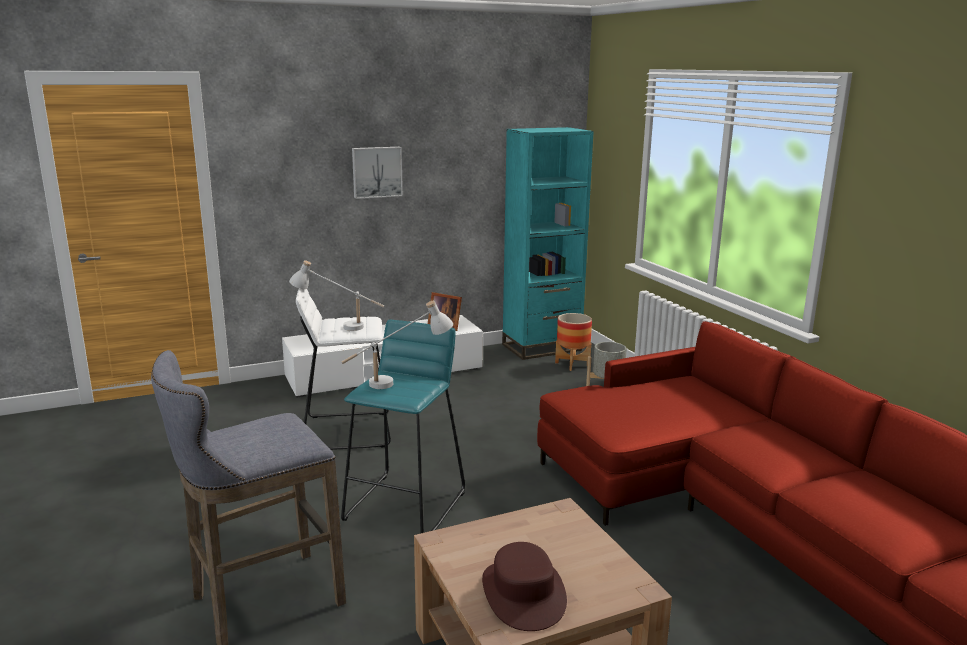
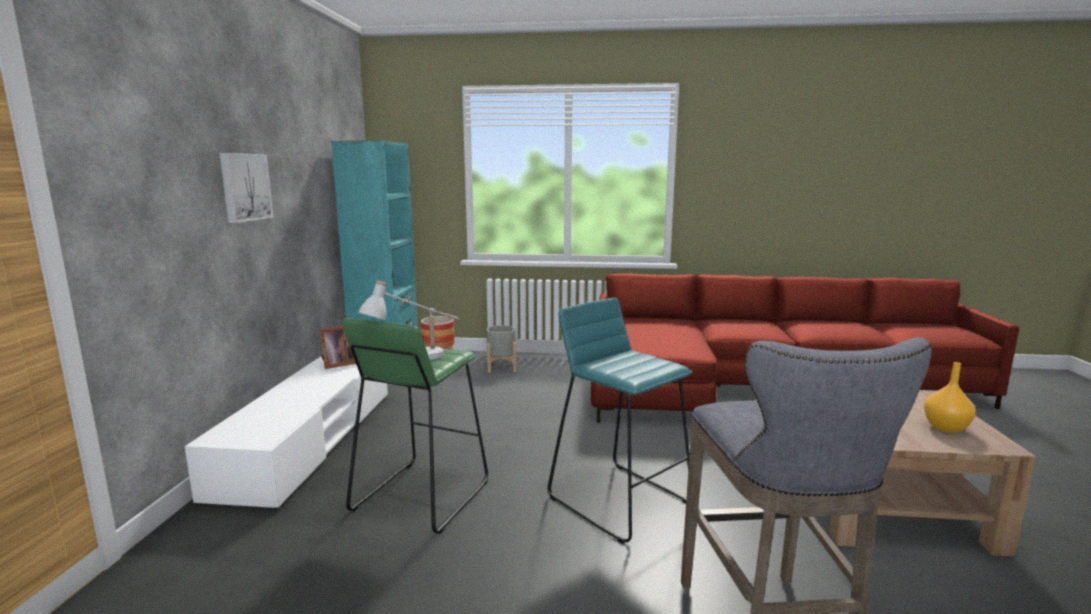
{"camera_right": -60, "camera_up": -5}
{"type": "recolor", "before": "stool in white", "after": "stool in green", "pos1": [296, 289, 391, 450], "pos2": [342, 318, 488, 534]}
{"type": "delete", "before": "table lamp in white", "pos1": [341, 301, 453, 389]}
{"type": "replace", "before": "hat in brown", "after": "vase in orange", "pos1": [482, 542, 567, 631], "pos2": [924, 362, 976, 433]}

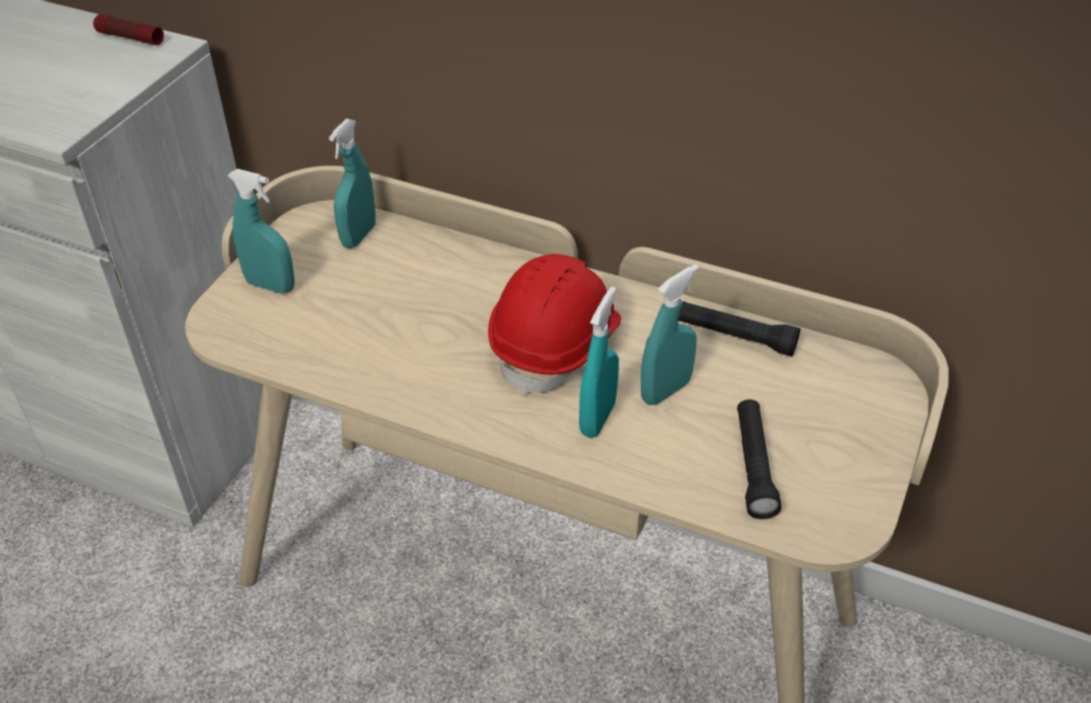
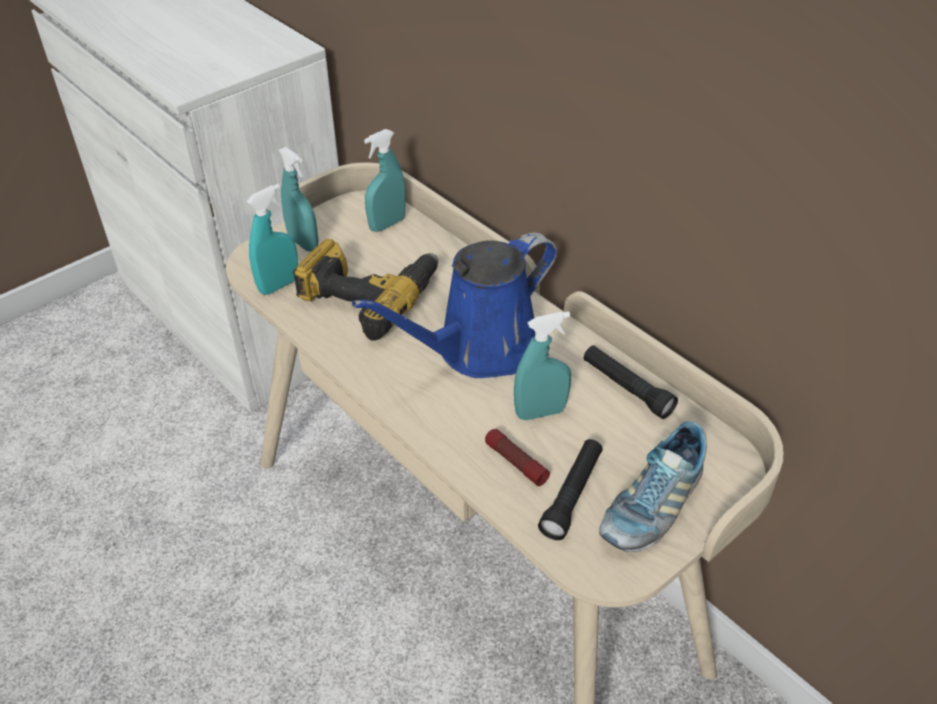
{"camera_right": 25, "camera_up": 0}
{"type": "move", "before": "flashlight", "pos1": [93, 14, 164, 45], "pos2": [485, 429, 550, 486]}
{"type": "replace", "before": "hard hat in red", "after": "watering can in blue", "pos1": [488, 254, 621, 397], "pos2": [352, 233, 557, 378]}
{"type": "move", "before": "spray bottle in turquoise", "pos1": [579, 287, 619, 438], "pos2": [247, 184, 298, 295]}
{"type": "insert", "after": "power drill", "pos2": [293, 238, 438, 341]}
{"type": "insert", "after": "shoe", "pos2": [599, 421, 707, 552]}

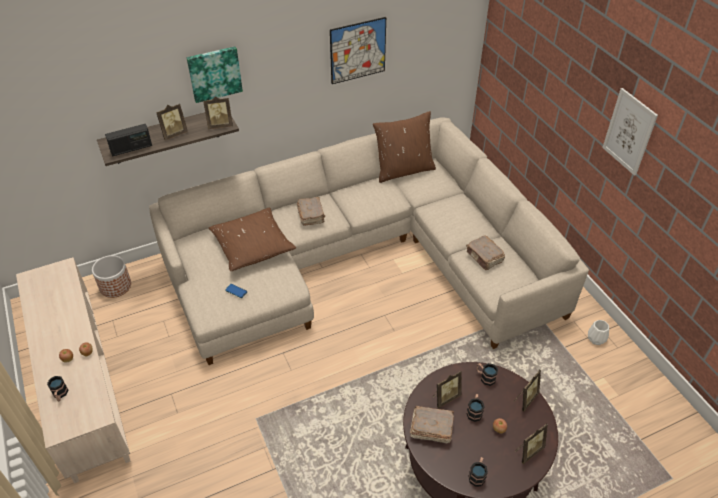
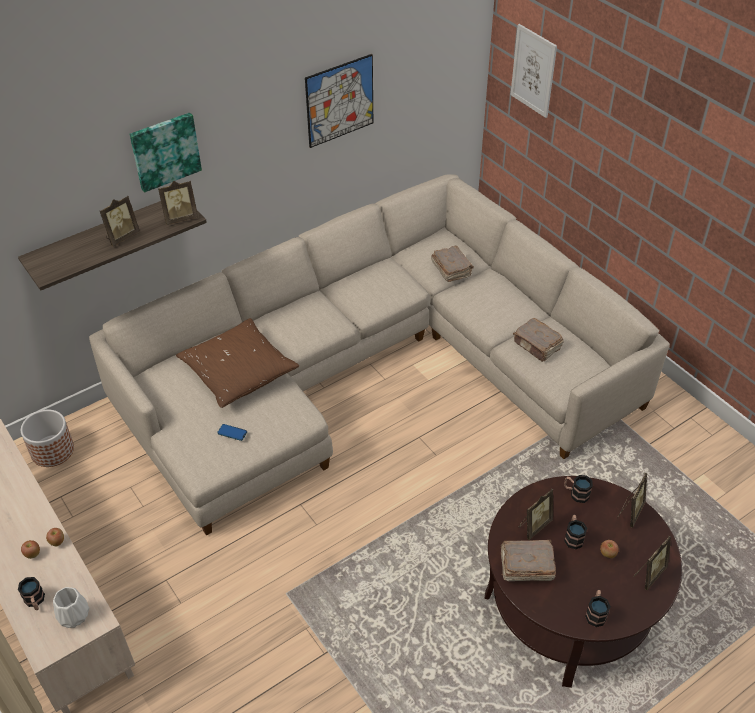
{"camera_right": -10, "camera_up": 0}
{"type": "move", "before": "picture", "pos1": [602, 88, 658, 176], "pos2": [511, 24, 557, 118]}
{"type": "delete", "before": "pillow in brown", "pos1": [373, 111, 436, 183]}
{"type": "delete", "before": "radio", "pos1": [105, 124, 152, 157]}
{"type": "move", "before": "book in brown", "pos1": [297, 197, 325, 226], "pos2": [431, 246, 474, 282]}
{"type": "move", "before": "vase in white", "pos1": [588, 320, 609, 345], "pos2": [53, 587, 89, 628]}

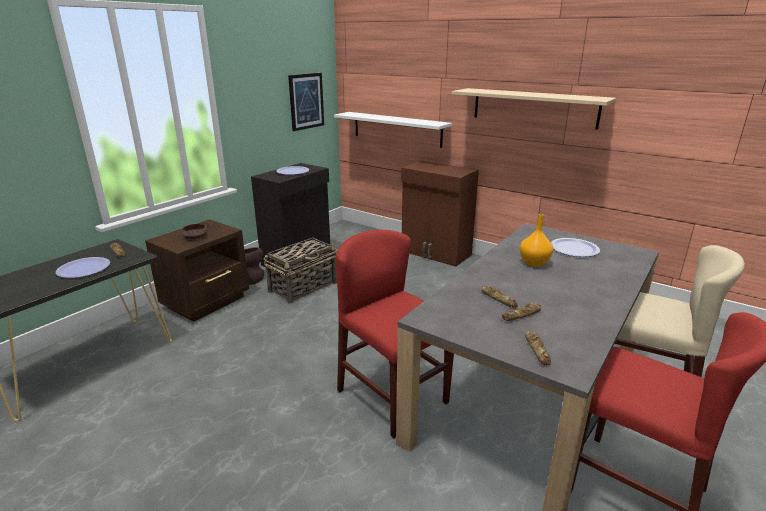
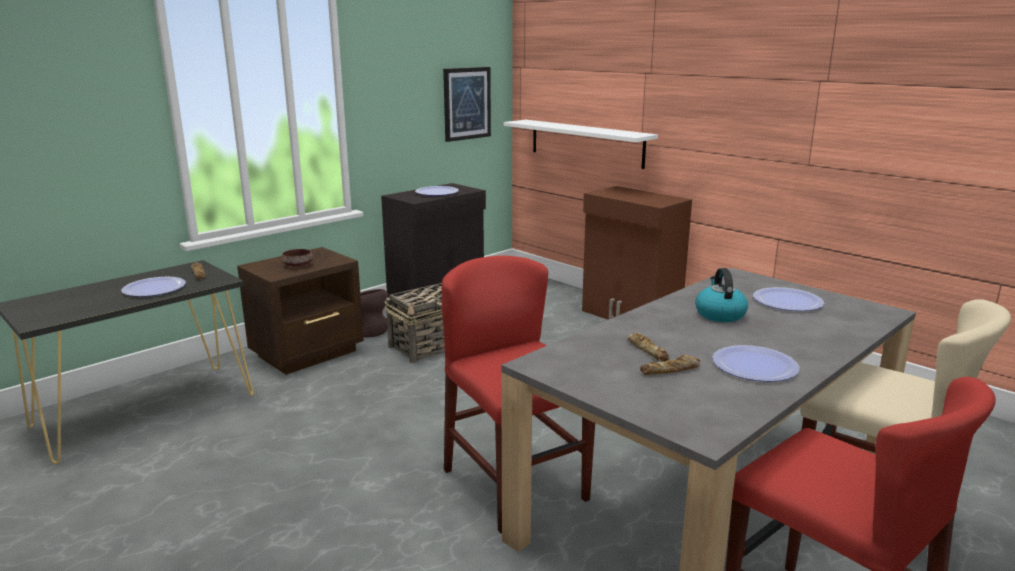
{"camera_right": 10, "camera_up": -5}
{"type": "delete", "before": "shelf in beige", "pos1": [451, 88, 617, 130]}
{"type": "replace", "before": "vase in orange", "after": "kettle", "pos1": [520, 214, 553, 267], "pos2": [695, 268, 748, 322]}
{"type": "delete", "before": "bread", "pos1": [525, 330, 551, 365]}
{"type": "insert", "after": "plate", "pos2": [712, 345, 799, 382]}

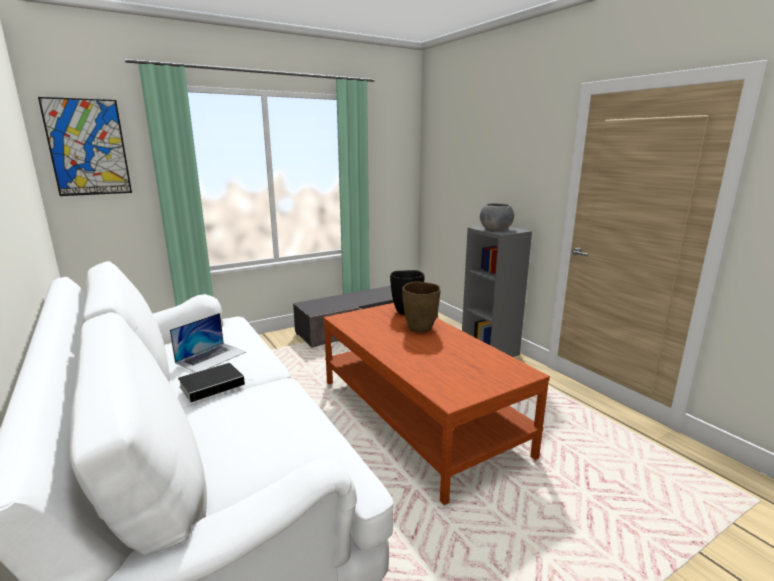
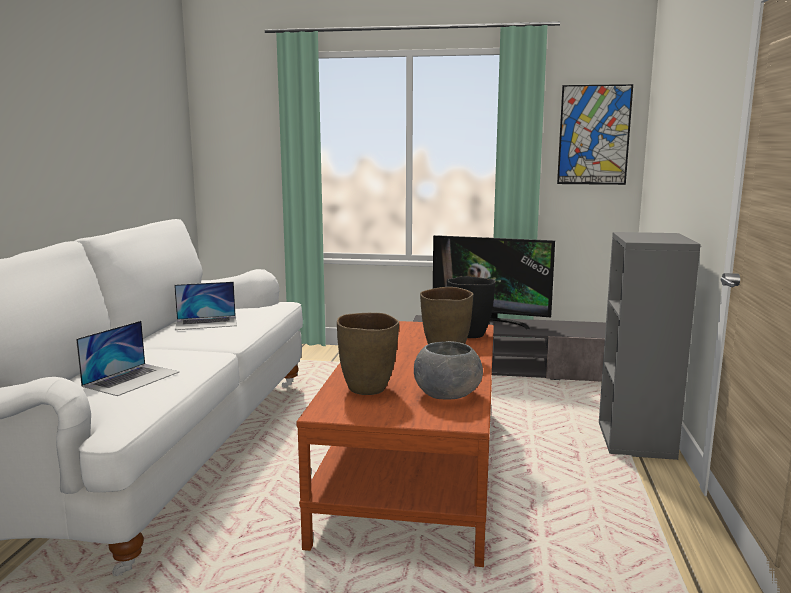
{"camera_right": 40, "camera_up": -5}
{"type": "move", "before": "picture", "pos1": [38, 97, 132, 196], "pos2": [557, 84, 633, 185]}
{"type": "move", "before": "bowl in grey", "pos1": [480, 203, 514, 231], "pos2": [414, 341, 483, 399]}
{"type": "delete", "before": "book", "pos1": [178, 363, 253, 402]}
{"type": "insert", "after": "television", "pos2": [433, 235, 555, 330]}
{"type": "insert", "after": "vase in brown", "pos2": [337, 313, 399, 395]}
{"type": "insert", "after": "laptop", "pos2": [76, 321, 180, 396]}

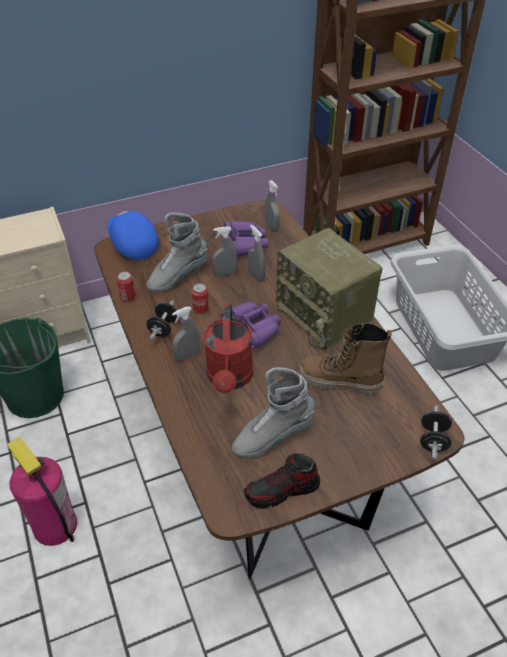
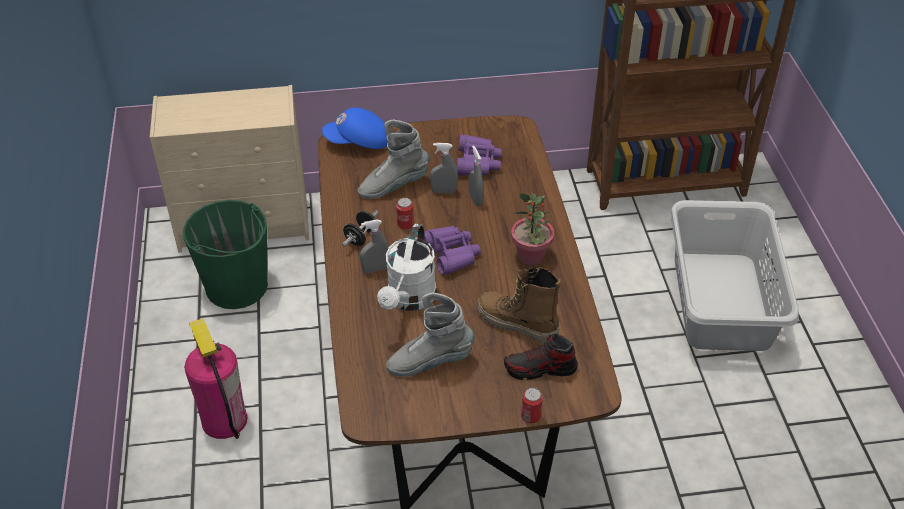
{"camera_right": 15, "camera_up": 0}
{"type": "delete", "before": "spray bottle in grey", "pos1": [265, 180, 280, 232]}
{"type": "rotate", "before": "cap in blue", "pos1": [107, 211, 159, 260], "pos2": [322, 108, 388, 149], "turn": -75}
{"type": "replace", "before": "radio", "after": "potted plant", "pos1": [276, 228, 382, 351], "pos2": [511, 193, 554, 265]}
{"type": "move", "before": "can", "pos1": [117, 272, 136, 302], "pos2": [521, 388, 543, 423]}
{"type": "recolor", "before": "watering can in red", "after": "watering can in white", "pos1": [204, 304, 253, 394], "pos2": [377, 224, 437, 311]}
{"type": "delete", "before": "dumbbell in black", "pos1": [420, 405, 452, 459]}
{"type": "move", "before": "shoe", "pos1": [244, 453, 320, 509], "pos2": [504, 334, 578, 380]}

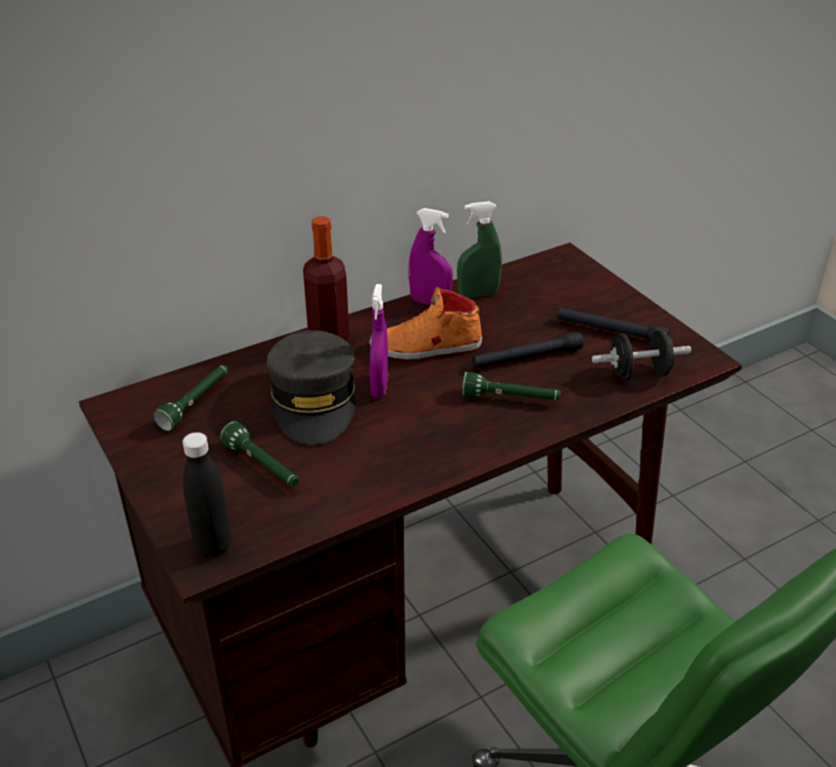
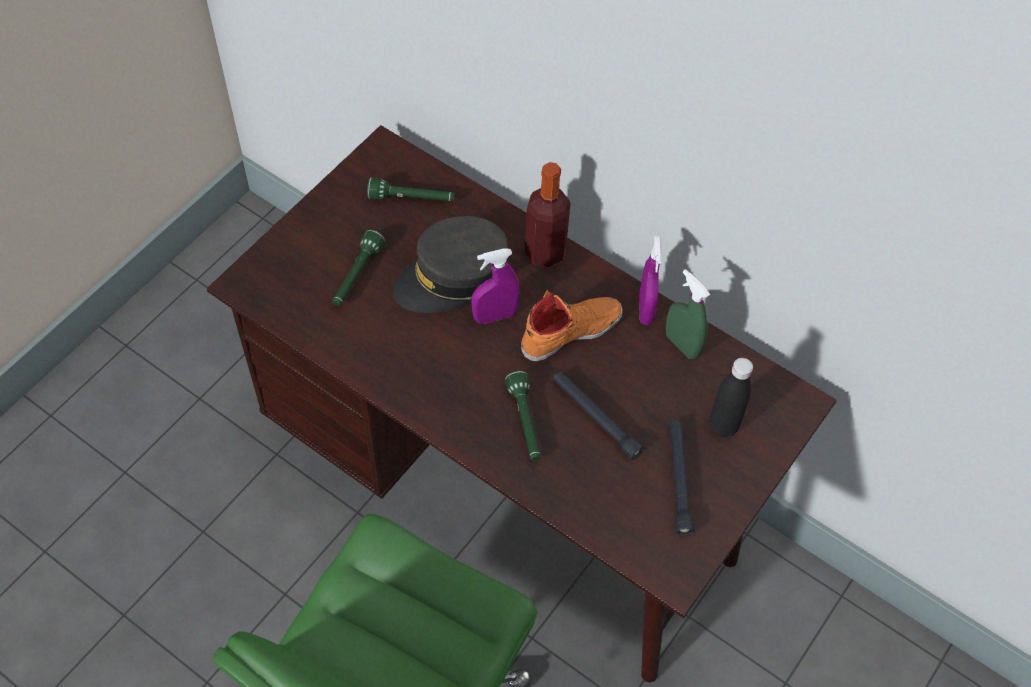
{"camera_right": 65, "camera_up": 20}
{"type": "rotate", "before": "shoe in orange", "pos1": [370, 287, 482, 360], "pos2": [521, 290, 623, 361], "turn": 90}
{"type": "delete", "before": "dumbbell in black", "pos1": [592, 330, 692, 380]}
{"type": "move", "before": "bottle in black", "pos1": [182, 432, 231, 557], "pos2": [709, 358, 753, 438]}

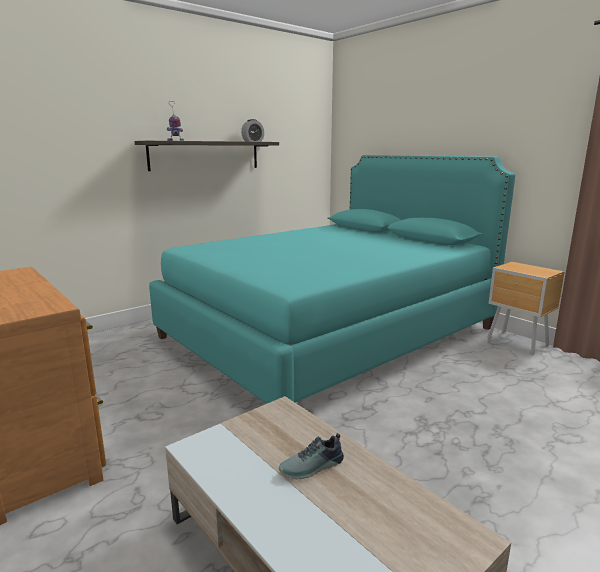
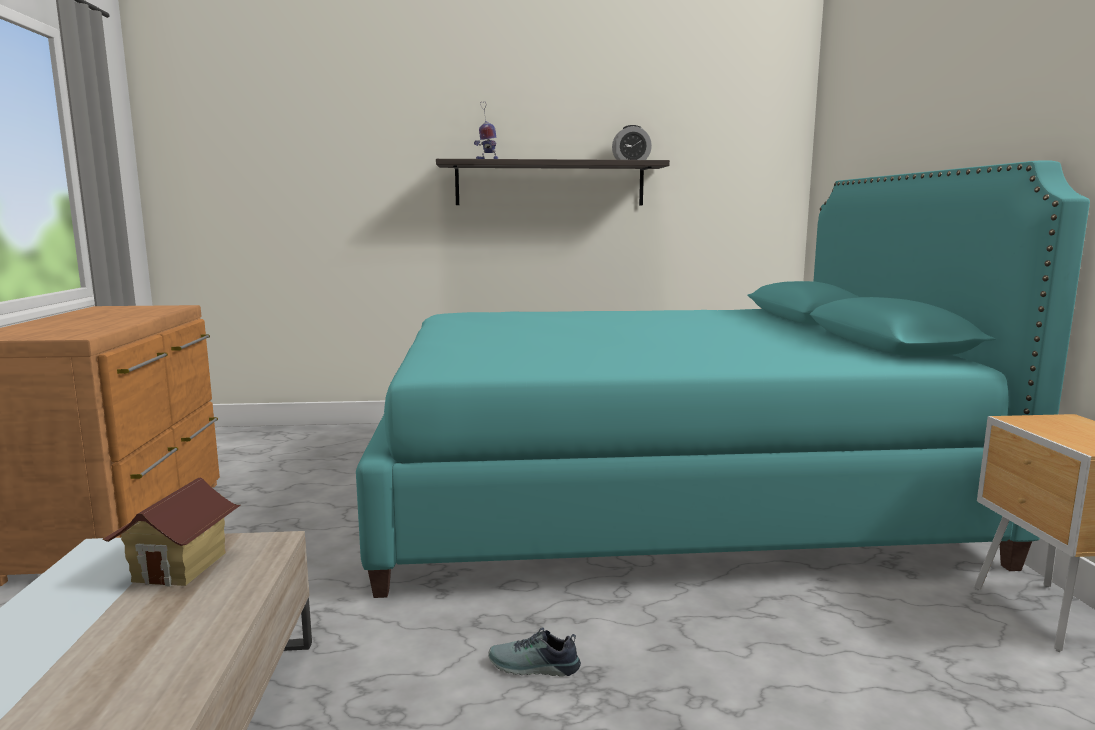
{"camera_right": 35, "camera_up": -5}
{"type": "move", "before": "shoe", "pos1": [279, 433, 344, 479], "pos2": [488, 628, 581, 677]}
{"type": "insert", "after": "toy house", "pos2": [103, 477, 241, 587]}

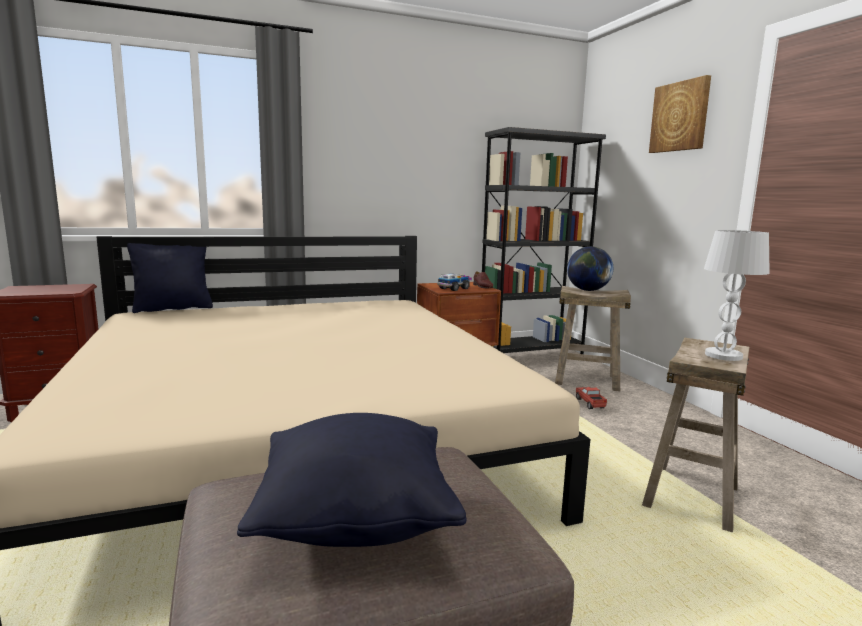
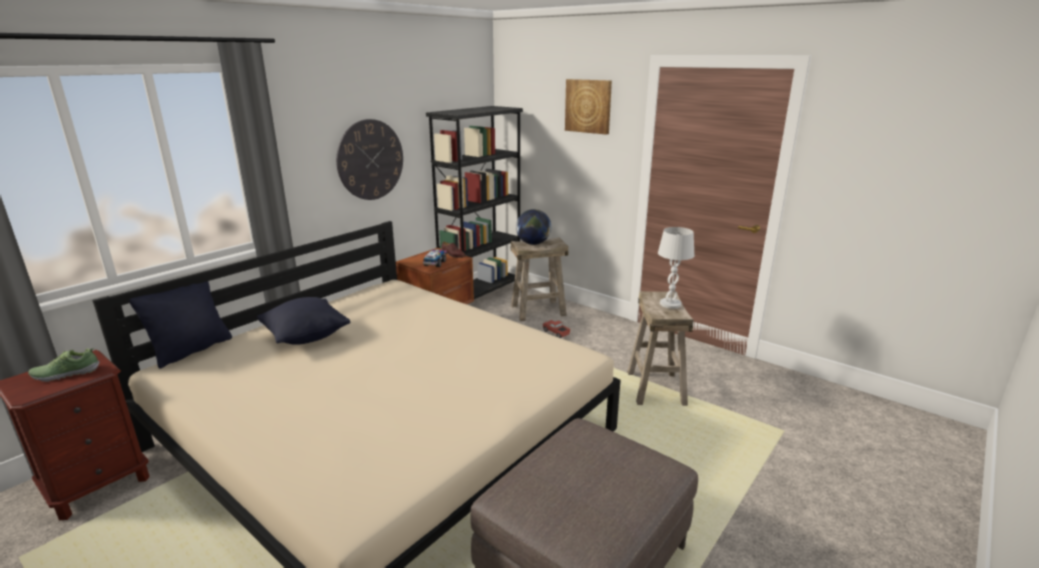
{"camera_right": -30, "camera_up": 10}
{"type": "move", "before": "pillow in black", "pos1": [237, 413, 467, 547], "pos2": [257, 297, 350, 345]}
{"type": "insert", "after": "wall clock", "pos2": [336, 119, 403, 200]}
{"type": "insert", "after": "shoe", "pos2": [28, 348, 100, 382]}

